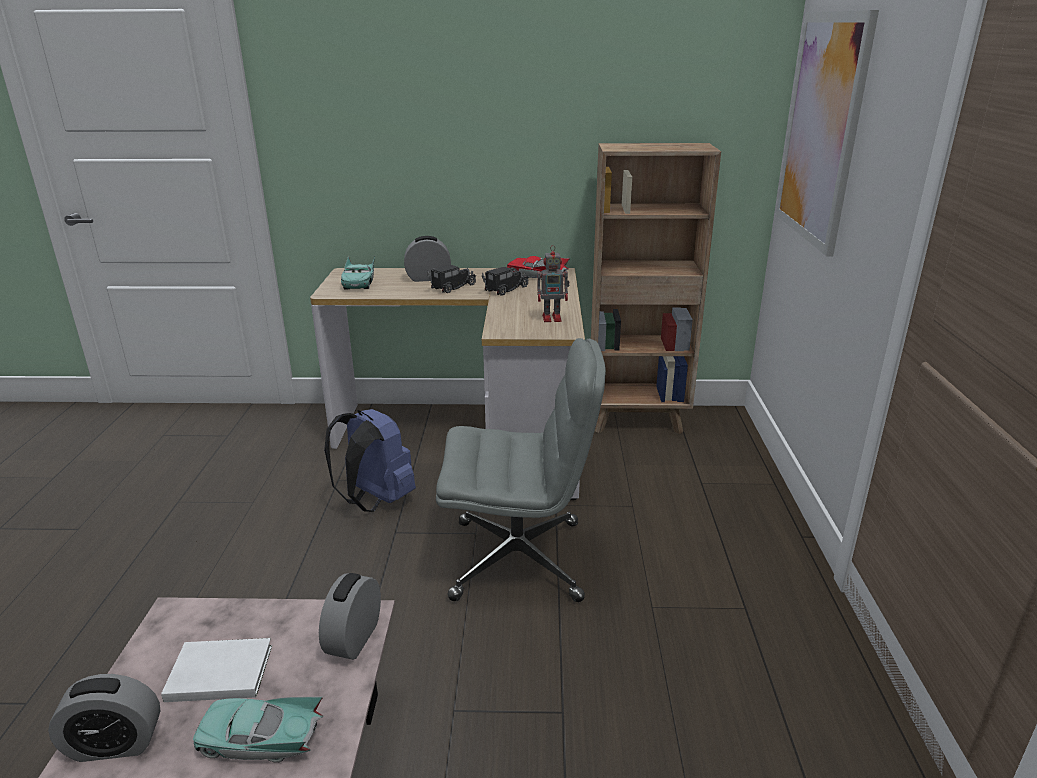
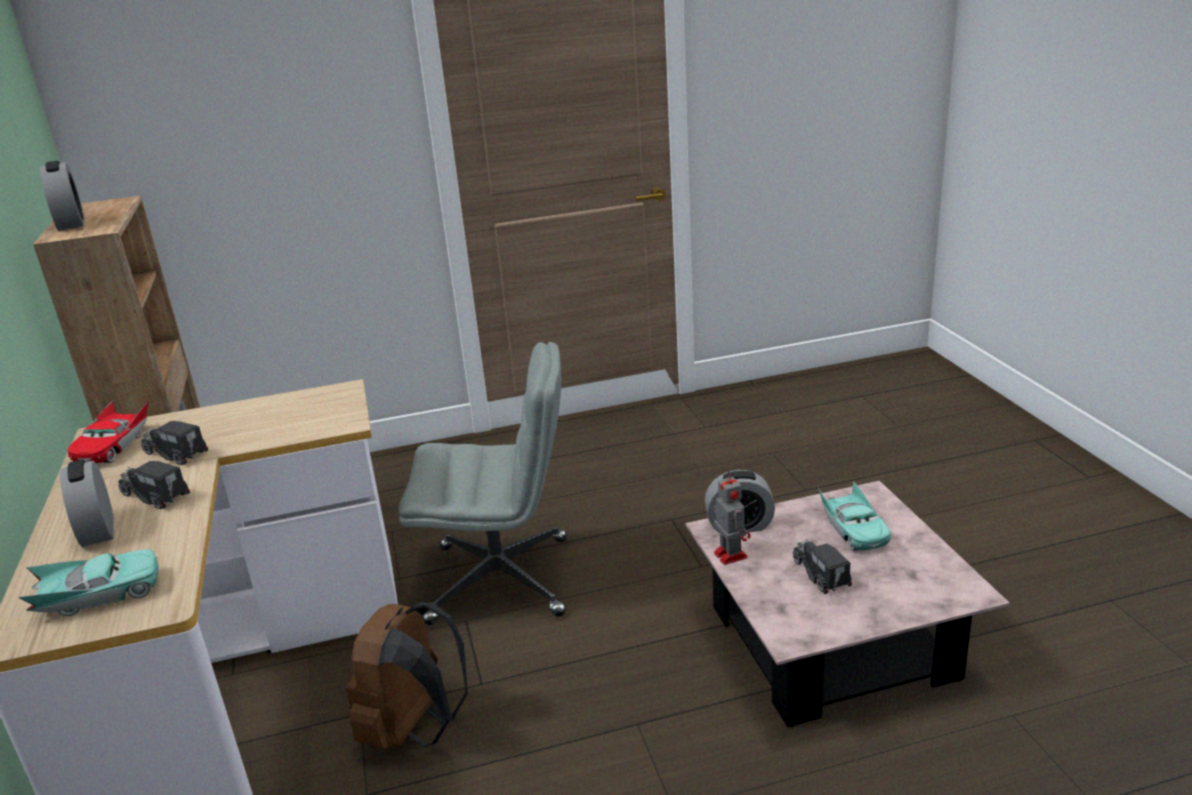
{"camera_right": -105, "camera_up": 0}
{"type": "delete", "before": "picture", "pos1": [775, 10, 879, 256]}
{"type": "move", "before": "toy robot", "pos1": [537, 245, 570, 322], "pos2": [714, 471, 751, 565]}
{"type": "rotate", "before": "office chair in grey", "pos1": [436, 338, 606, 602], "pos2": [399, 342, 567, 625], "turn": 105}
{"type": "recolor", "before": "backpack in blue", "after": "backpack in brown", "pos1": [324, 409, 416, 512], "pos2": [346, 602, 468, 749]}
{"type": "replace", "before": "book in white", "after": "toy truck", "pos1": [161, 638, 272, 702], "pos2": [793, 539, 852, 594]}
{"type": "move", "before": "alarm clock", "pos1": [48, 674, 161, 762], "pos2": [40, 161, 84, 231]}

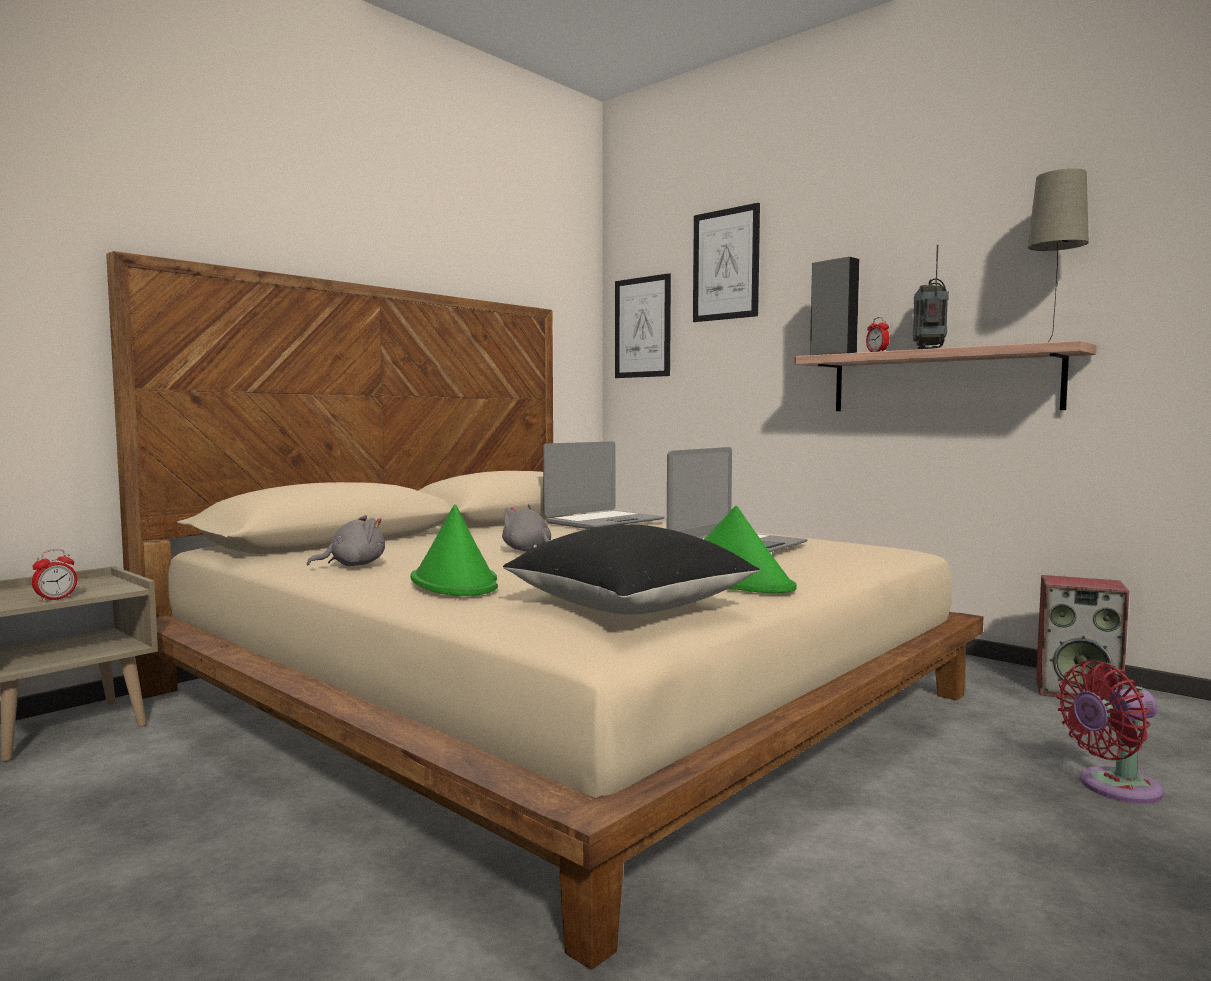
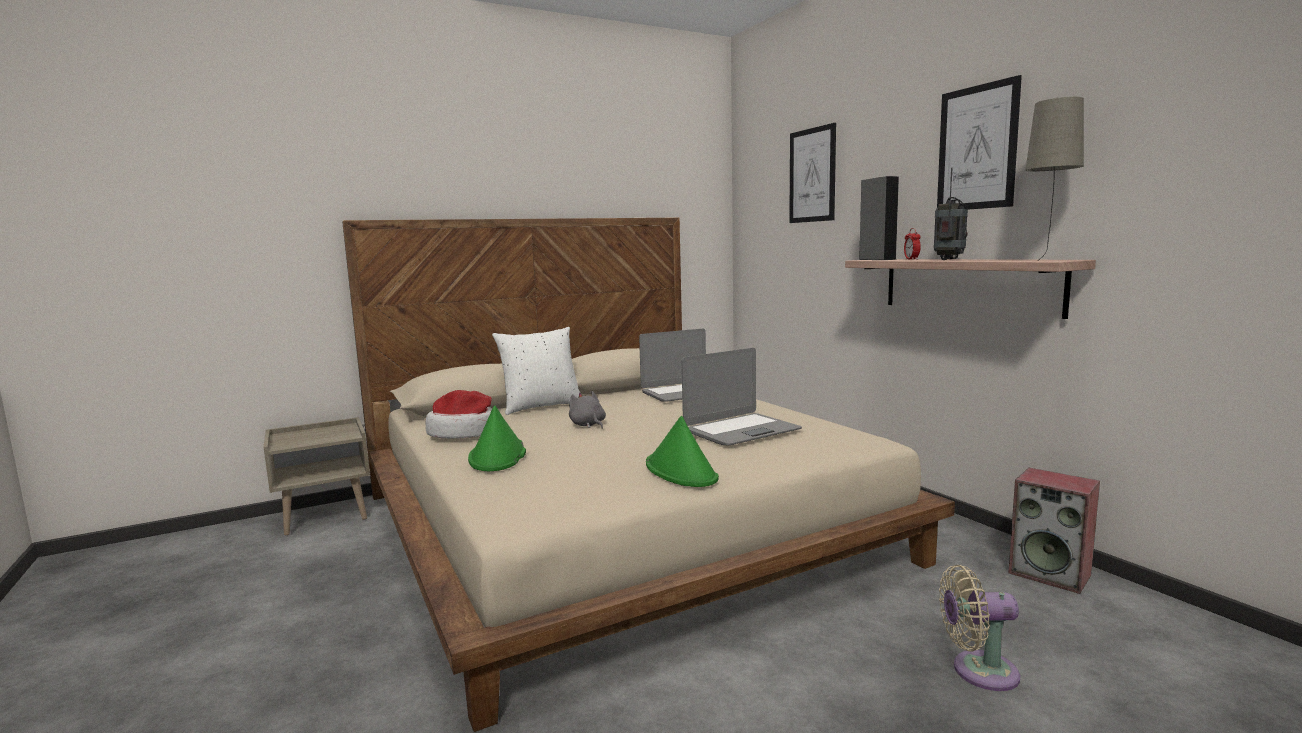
{"camera_right": 20, "camera_up": 5}
{"type": "move", "before": "picture", "pos1": [615, 273, 671, 378], "pos2": [937, 75, 1022, 210]}
{"type": "replace", "before": "plush toy in grey", "after": "hat", "pos1": [307, 515, 385, 566], "pos2": [425, 390, 492, 439]}
{"type": "delete", "before": "pillow in black", "pos1": [503, 524, 760, 614]}
{"type": "delete", "before": "alarm clock", "pos1": [32, 549, 77, 602]}
{"type": "recolor", "before": "fan in red", "after": "fan in beige", "pos1": [1057, 661, 1164, 803], "pos2": [939, 565, 1020, 691]}
{"type": "insert", "after": "pillow in white", "pos2": [492, 327, 580, 415]}

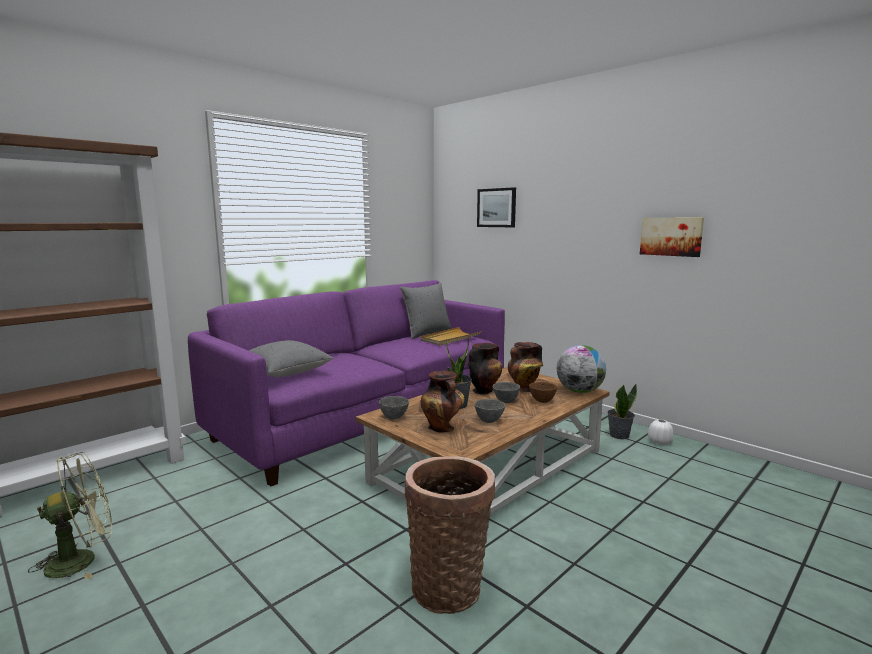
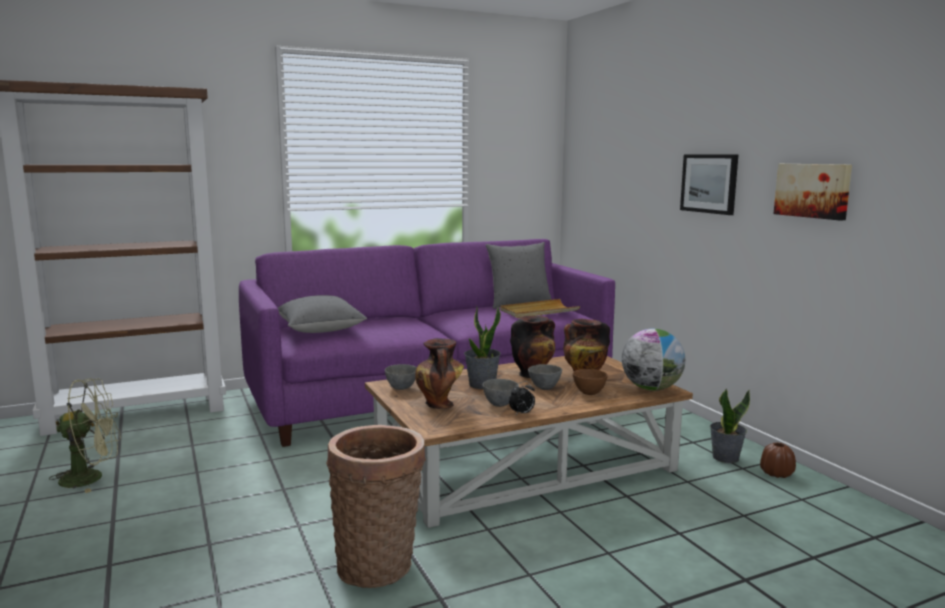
{"camera_right": 20, "camera_up": 0}
{"type": "move", "before": "picture", "pos1": [477, 187, 516, 227], "pos2": [680, 154, 739, 215]}
{"type": "recolor", "before": "vase in white", "after": "vase in brown", "pos1": [648, 419, 673, 445], "pos2": [760, 442, 796, 478]}
{"type": "insert", "after": "alarm clock", "pos2": [509, 381, 535, 415]}

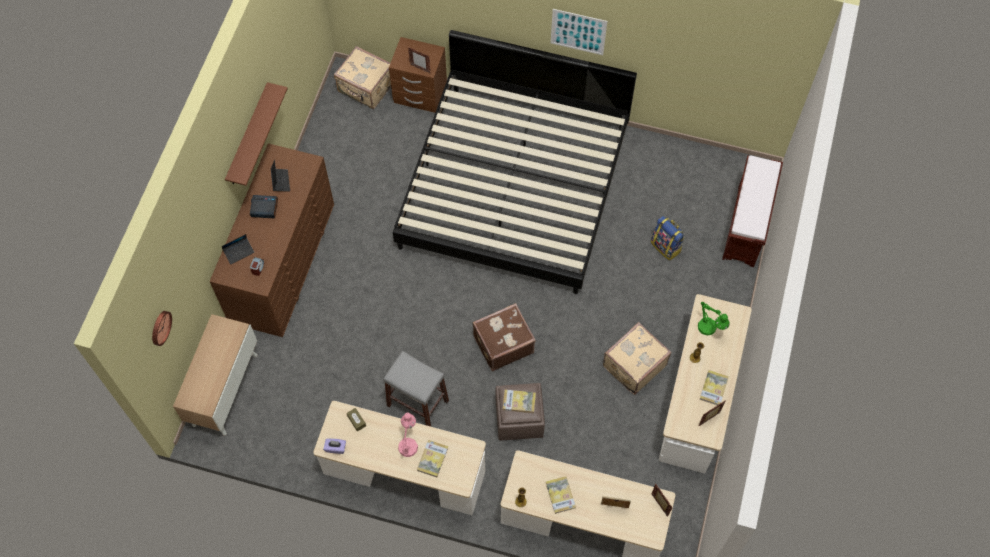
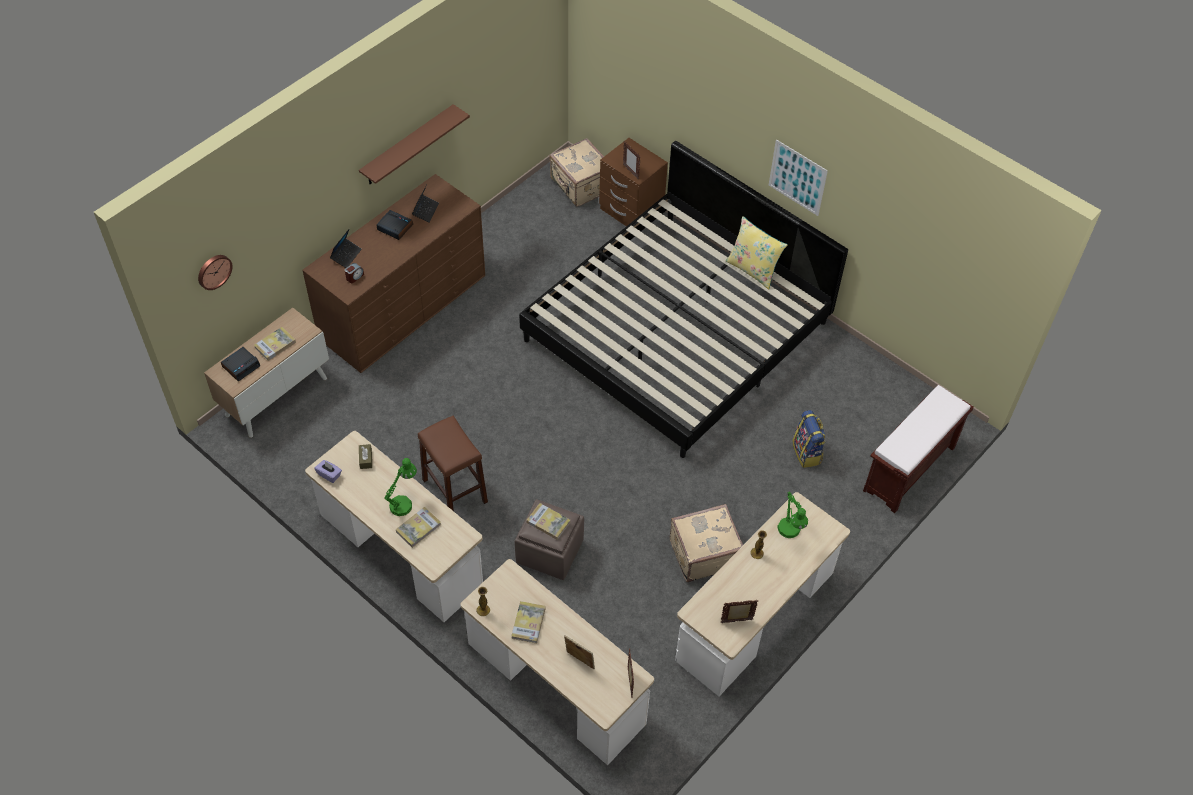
{"camera_right": 25, "camera_up": -10}
{"type": "rotate", "before": "laptop", "pos1": [222, 234, 254, 264], "pos2": [330, 229, 362, 268], "turn": -60}
{"type": "delete", "before": "suitcase in brown", "pos1": [472, 303, 536, 371]}
{"type": "recolor", "before": "stool in grey", "after": "stool in brown", "pos1": [383, 351, 449, 427], "pos2": [418, 416, 488, 511]}
{"type": "move", "before": "book", "pos1": [699, 370, 729, 405], "pos2": [254, 327, 296, 361]}
{"type": "recolor", "before": "table lamp in pink", "after": "table lamp in green", "pos1": [398, 413, 418, 457], "pos2": [384, 458, 417, 516]}
{"type": "insert", "after": "pillow in yellow", "pos2": [725, 216, 788, 289]}
{"type": "insert", "after": "alarm clock", "pos2": [221, 347, 260, 382]}

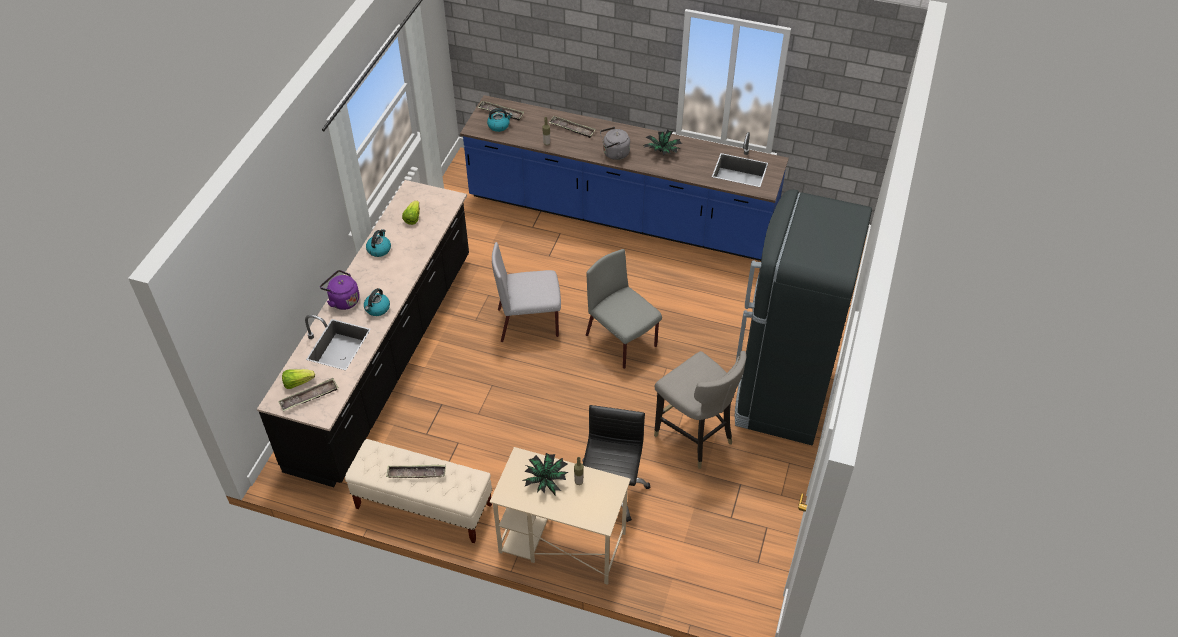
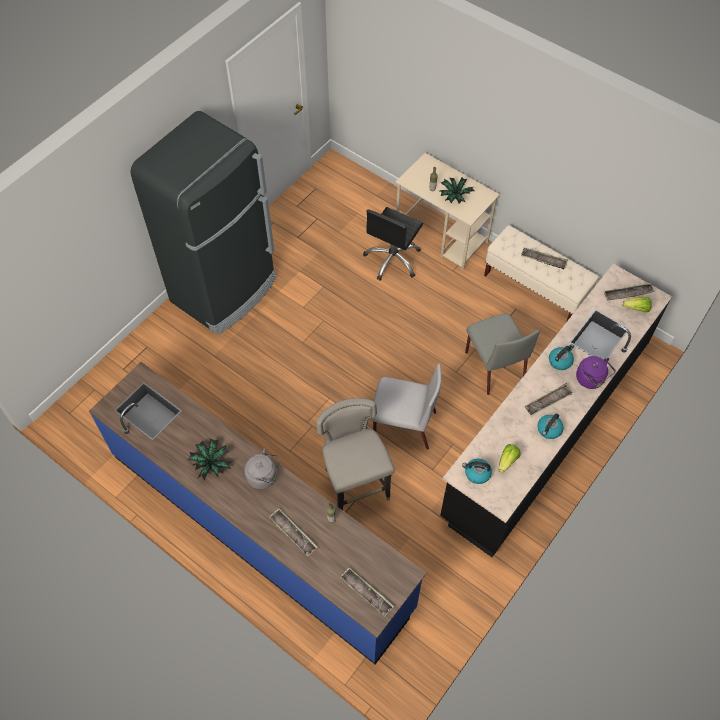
{"camera_right": -160, "camera_up": 10}
{"type": "move", "before": "kettle", "pos1": [487, 108, 512, 132], "pos2": [462, 459, 492, 484]}
{"type": "move", "before": "chair in grey", "pos1": [586, 249, 662, 369], "pos2": [465, 313, 540, 395]}
{"type": "move", "before": "stool in grey", "pos1": [654, 351, 746, 469], "pos2": [316, 398, 395, 510]}
{"type": "insert", "after": "tray", "pos2": [524, 383, 574, 416]}

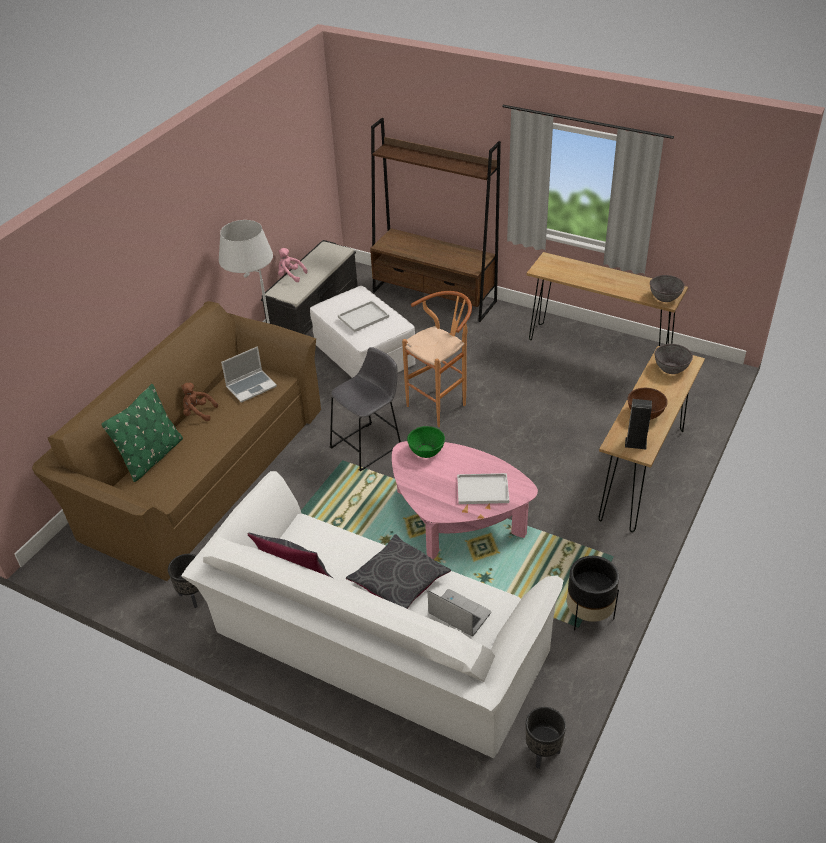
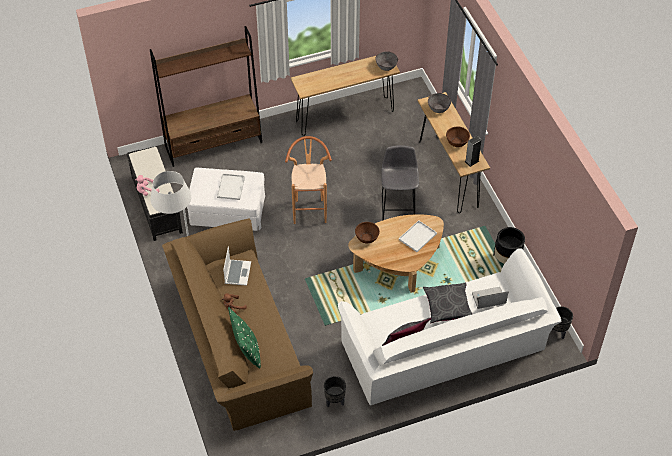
{"camera_right": -50, "camera_up": 10}
{"type": "move", "before": "stool in grey", "pos1": [329, 347, 401, 471], "pos2": [381, 145, 419, 220]}
{"type": "recolor", "before": "bowl in green", "after": "bowl in brown", "pos1": [407, 426, 445, 458], "pos2": [355, 222, 380, 243]}
{"type": "recolor", "before": "coffee table in pink", "after": "coffee table in brown", "pos1": [392, 441, 538, 559], "pos2": [348, 214, 444, 293]}

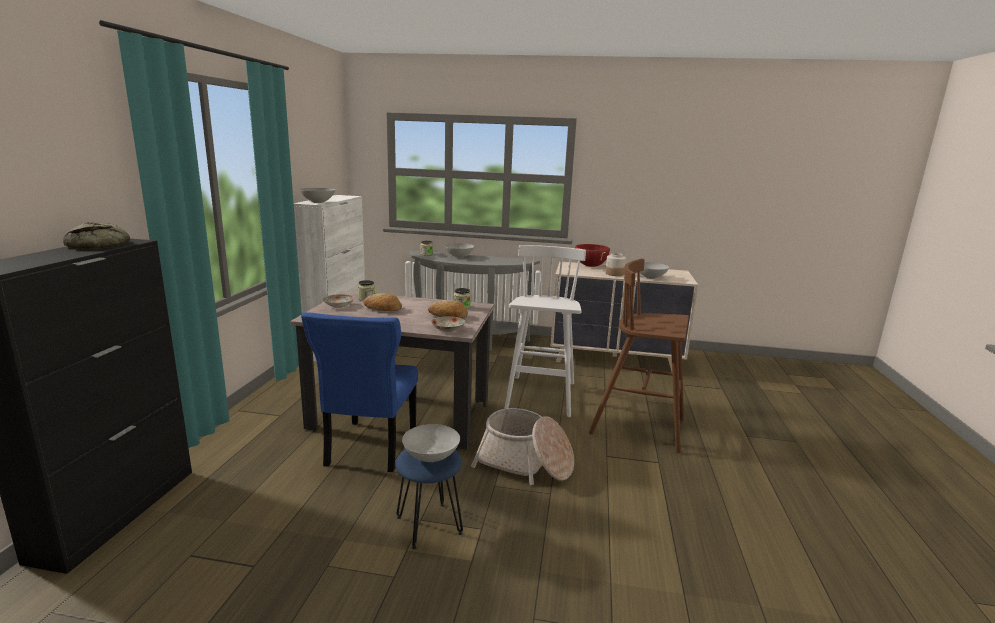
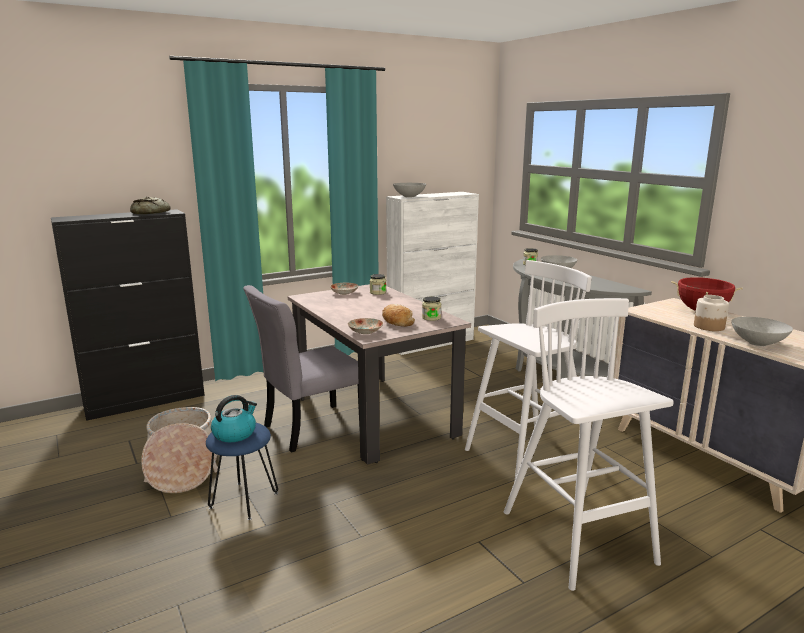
{"camera_right": 50, "camera_up": 0}
{"type": "recolor", "before": "stool in brown", "after": "stool in white", "pos1": [589, 259, 689, 453], "pos2": [504, 298, 674, 591]}
{"type": "delete", "before": "bread", "pos1": [363, 293, 402, 311]}
{"type": "recolor", "before": "chair in blue", "after": "chair in grey", "pos1": [301, 312, 418, 472], "pos2": [243, 285, 360, 453]}
{"type": "move", "before": "basket", "pos1": [471, 408, 574, 485], "pos2": [141, 407, 218, 493]}
{"type": "replace", "before": "bowl in grey", "after": "kettle", "pos1": [402, 424, 460, 462], "pos2": [211, 395, 257, 442]}

